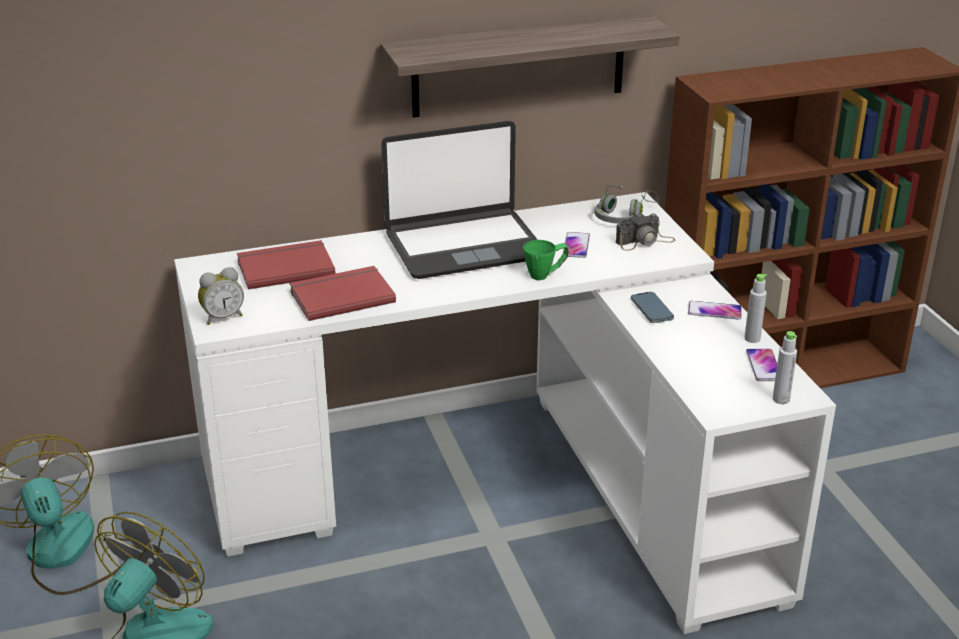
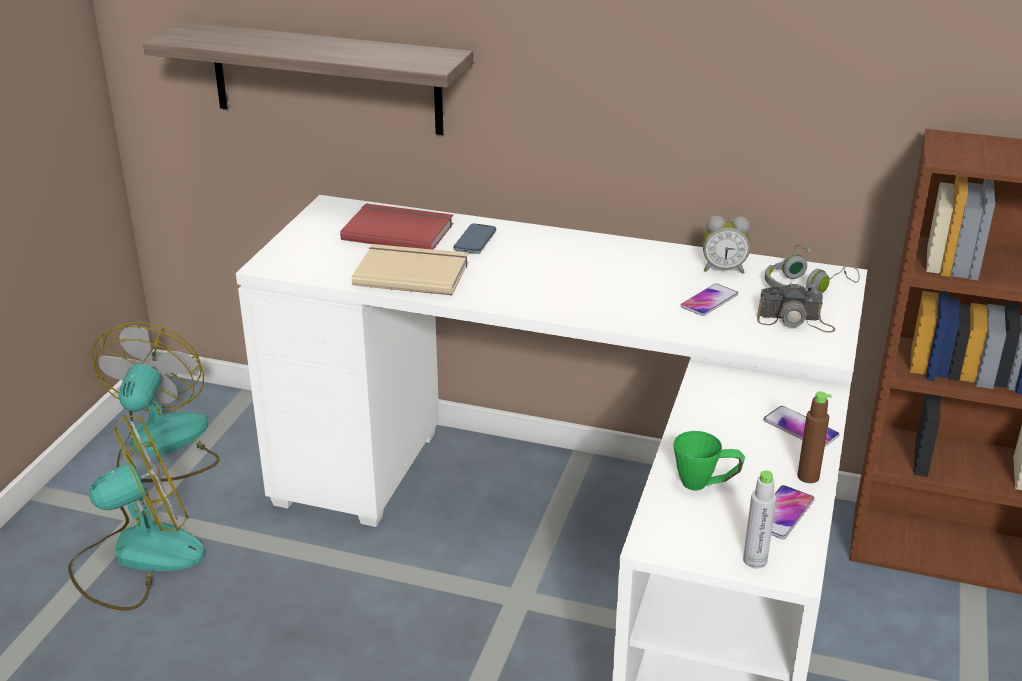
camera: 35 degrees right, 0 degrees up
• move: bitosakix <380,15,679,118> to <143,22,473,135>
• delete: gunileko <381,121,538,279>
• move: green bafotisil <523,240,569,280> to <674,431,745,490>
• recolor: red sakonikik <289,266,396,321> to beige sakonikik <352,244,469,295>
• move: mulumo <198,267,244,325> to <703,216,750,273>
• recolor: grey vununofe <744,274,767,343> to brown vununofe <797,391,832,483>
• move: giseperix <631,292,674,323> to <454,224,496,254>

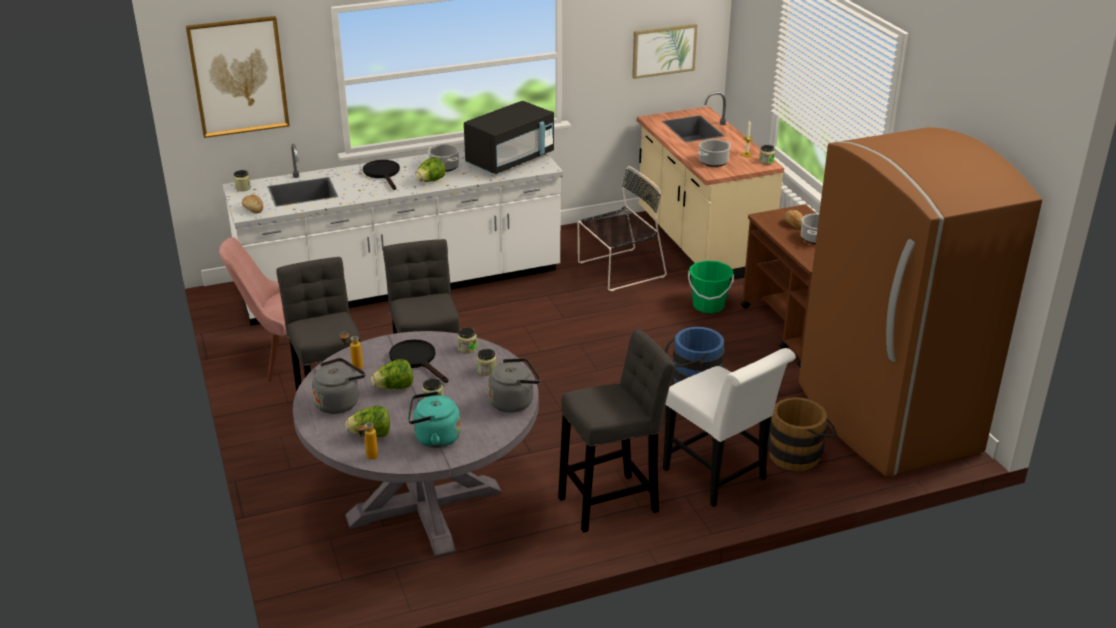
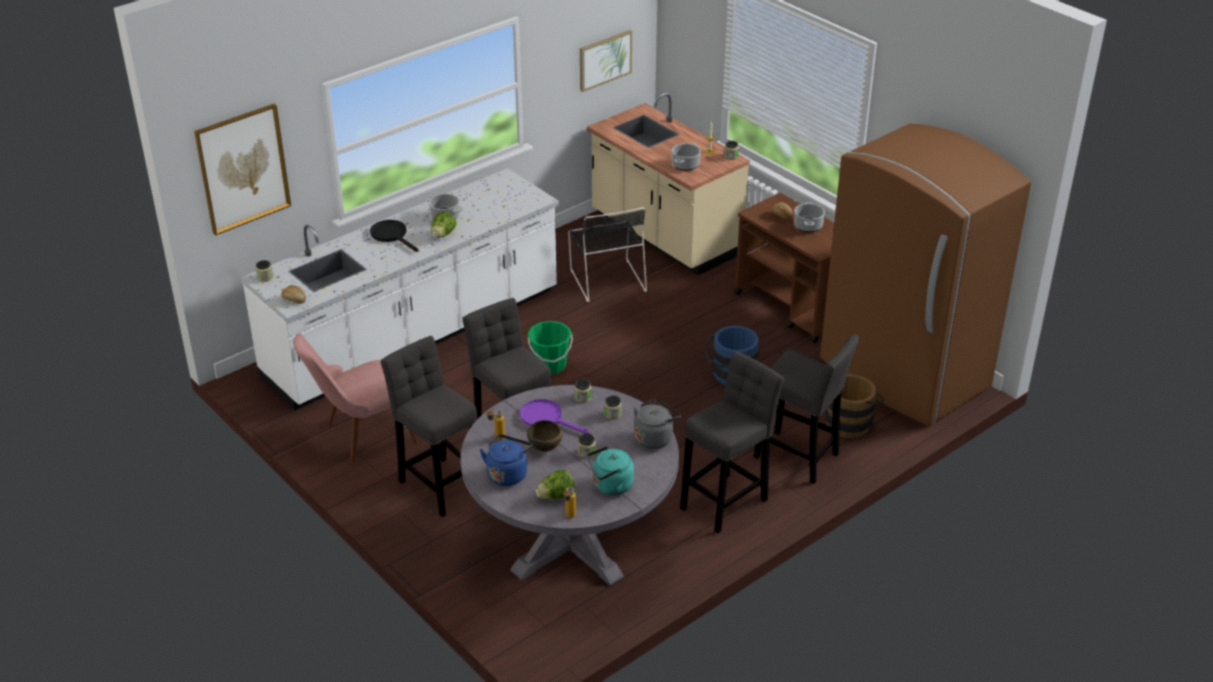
camera: 20 degrees left, 5 degrees up
• delete: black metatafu <464,101,554,174>
• rotate: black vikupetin <578,166,667,291> = <568,207,647,302> 120 degrees clockwise
• move: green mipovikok <688,260,734,313> to <528,321,573,374>
• recolor: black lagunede <389,339,448,383> to purple lagunede <520,399,589,434>
• replace: white vikupetin <663,348,796,507> to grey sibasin <754,334,860,484>
• recolor: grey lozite <312,358,365,414> to blue lozite <480,434,532,486>
• replace: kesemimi <371,359,413,389> to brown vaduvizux <527,420,562,452>

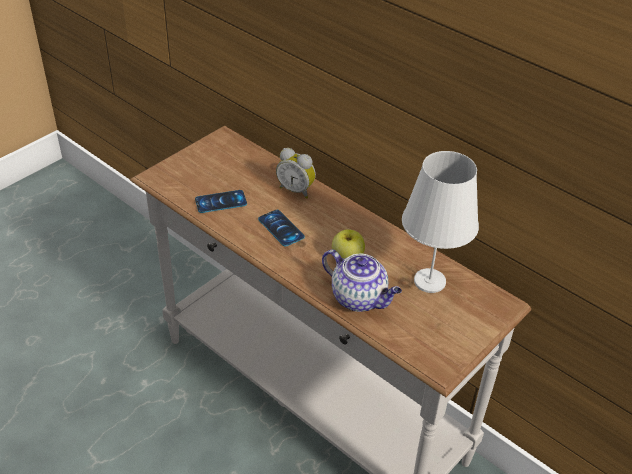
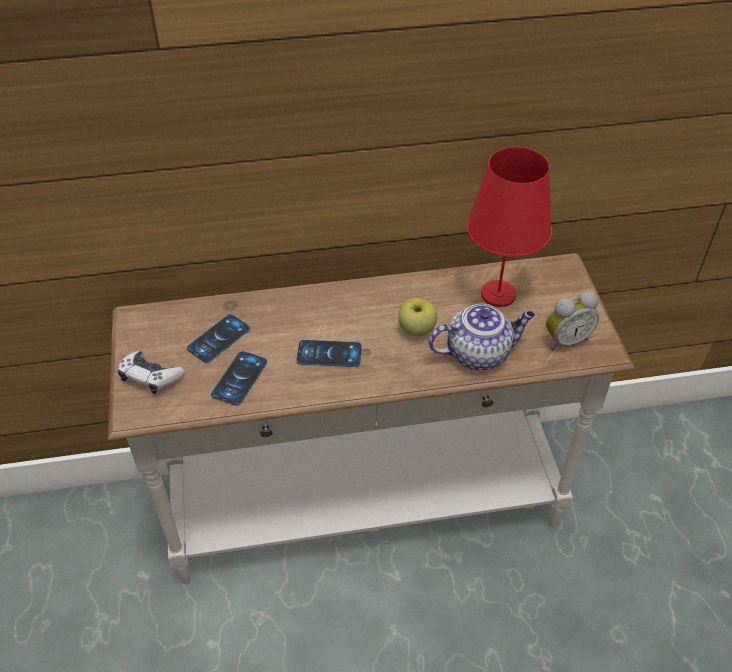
camera: 50 degrees left, 5 degrees up
• move: mulumo <276,148,316,199> to <546,291,599,351>
• recolor: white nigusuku <402,151,479,293> to red nigusuku <466,147,552,307>
• insert: giseperix <187,314,250,363>
• insert: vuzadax <118,351,185,394>

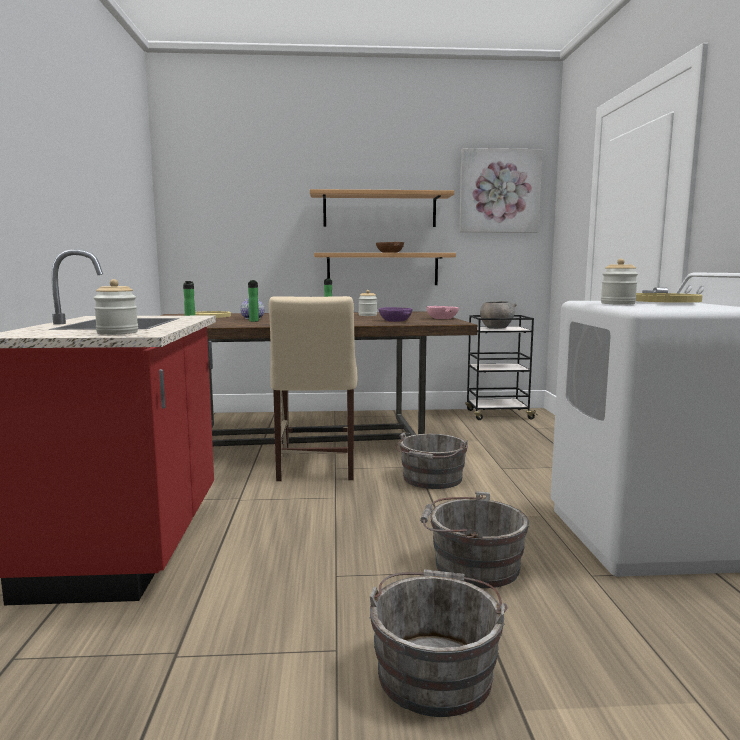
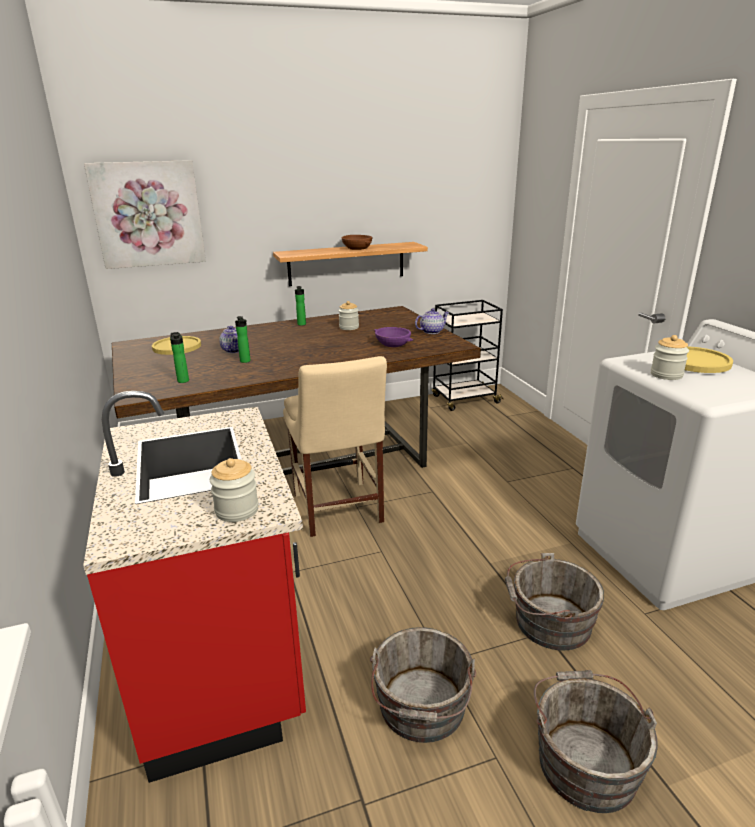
camera: 15 degrees left, 15 degrees up
• move: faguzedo <459,148,543,233> to <84,160,206,269>
• delete: bitosakix <310,189,454,227>
• delete: grey vaduvizux <480,301,517,329>
• replace: pink vaduvizux <426,306,459,319> to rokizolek <415,309,449,334>
• move: grey mipovikok <396,432,468,489> to <370,627,476,743>

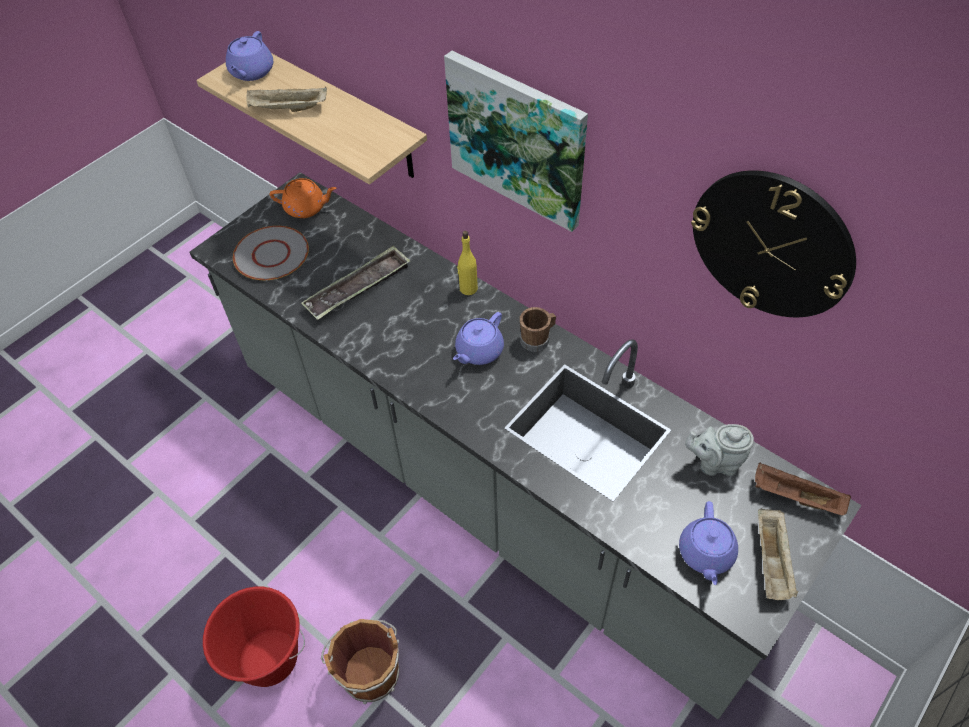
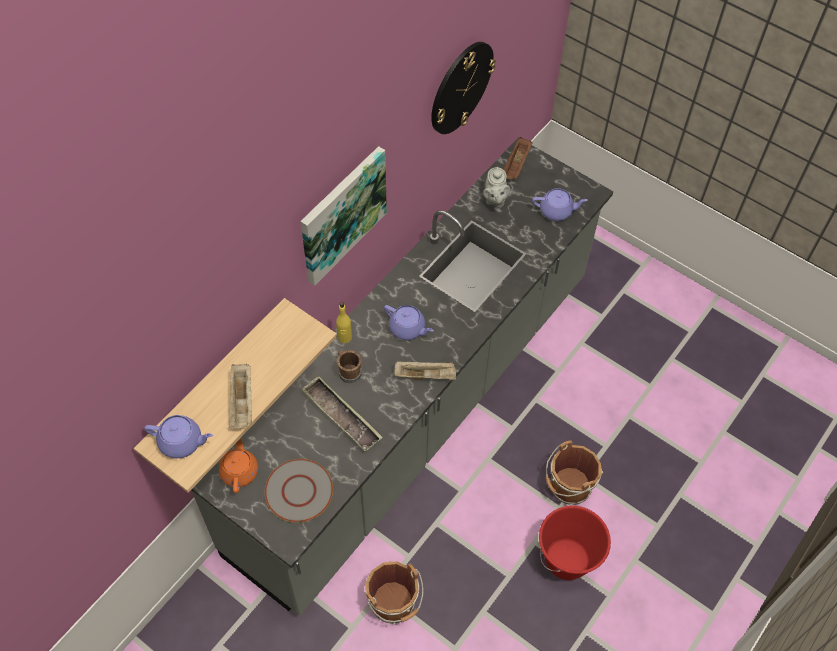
camera: 95 degrees left, 5 degrees up
• move: brown bafotisil <520,307,556,352> to <337,350,362,383>
• move: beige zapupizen <758,508,798,600> to <394,361,456,380>
• insert: brown mipovikok <365,561,423,625>

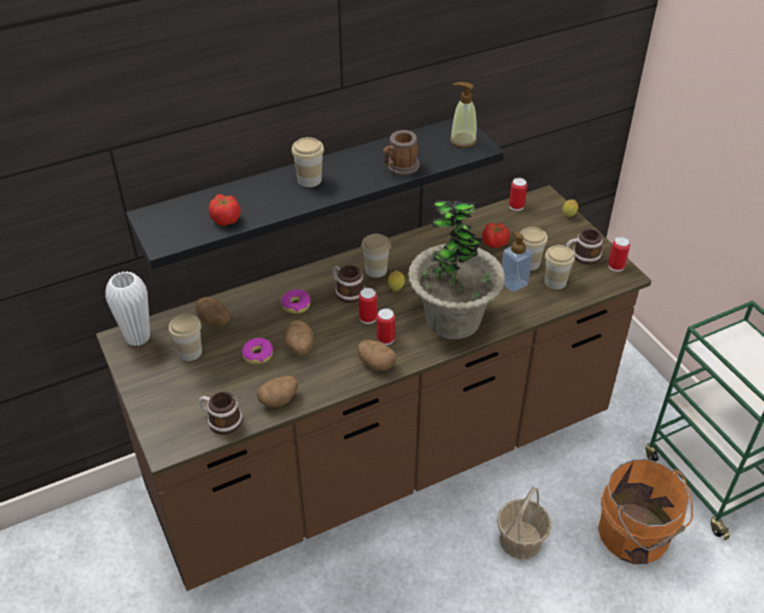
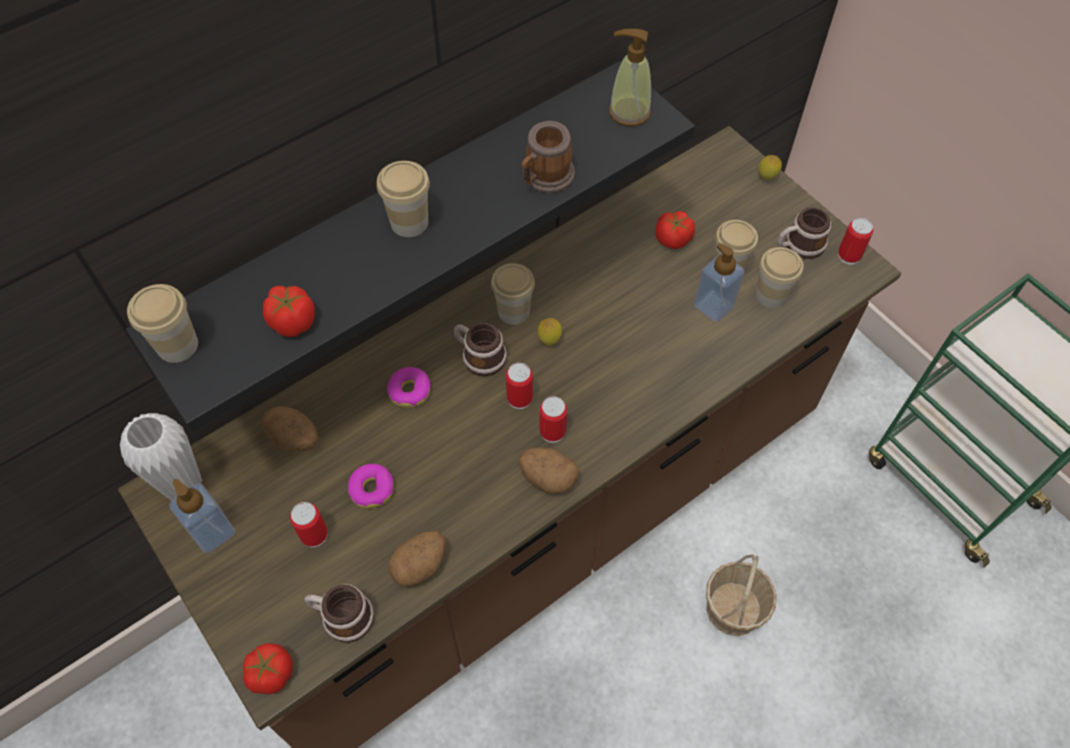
camera: 10 degrees left, 15 degrees up
• move: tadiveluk <509,178,527,211> to <290,502,328,547>
• delete: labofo <408,200,505,339>
• move: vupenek <169,314,202,361> to <127,284,198,363>
• delete: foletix <285,320,313,355>
• delete: orange mipovikok <598,459,693,564>
• insert: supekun <169,479,235,553>
• insert: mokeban <243,643,293,694>

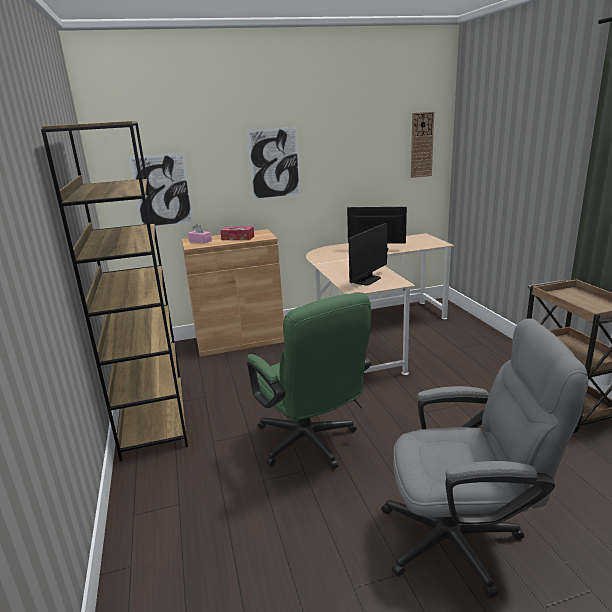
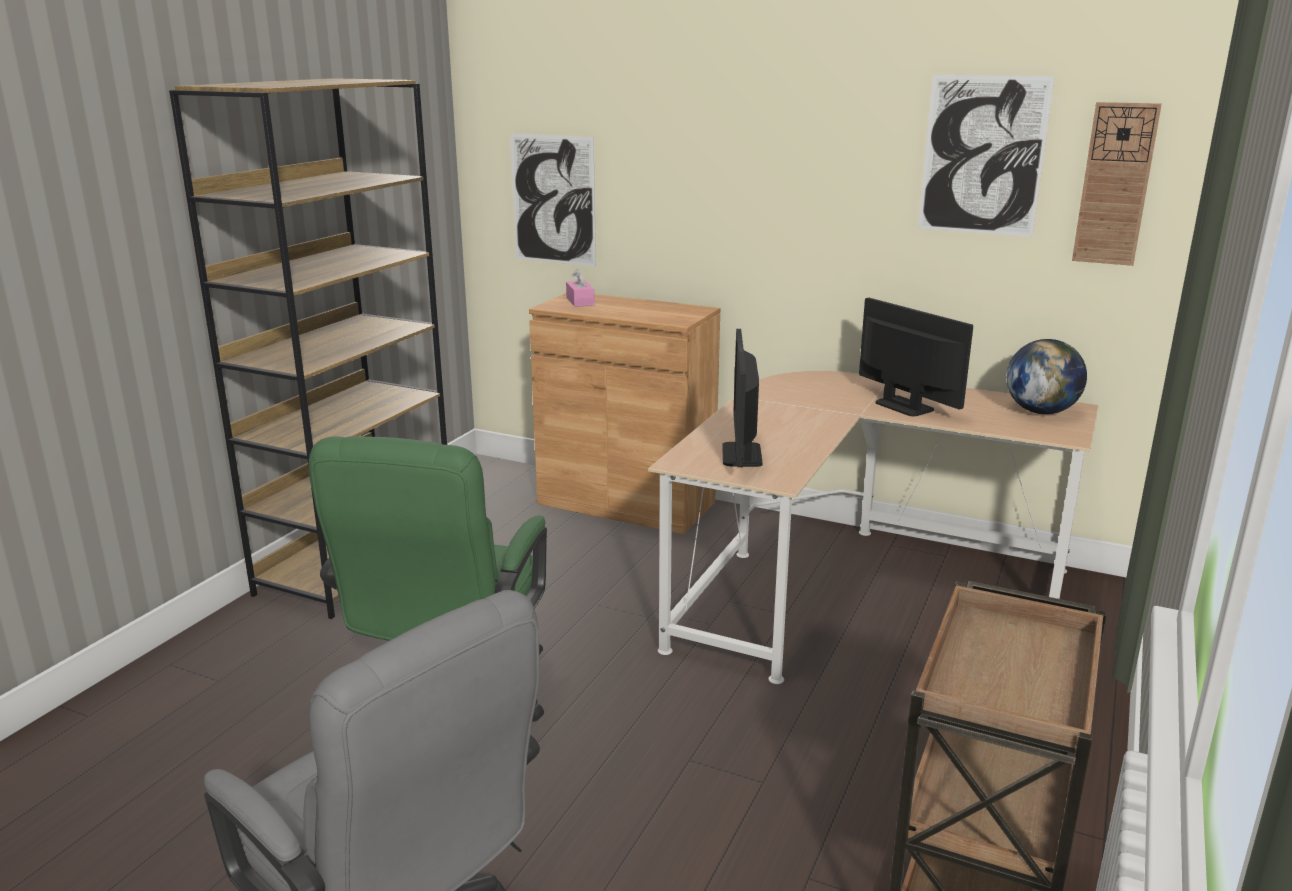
camera: 40 degrees right, 0 degrees up
• move: faguzedo <247,127,301,200> to <918,75,1055,237>
• rotate: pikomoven <349,223,387,286> = <722,329,763,467> 105 degrees clockwise
• delete: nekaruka <220,227,254,240>
• insert: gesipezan <1006,339,1087,414>

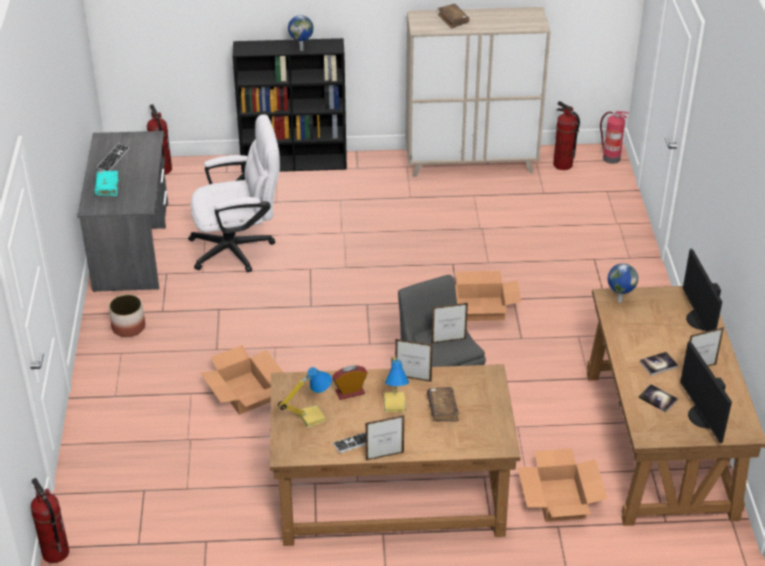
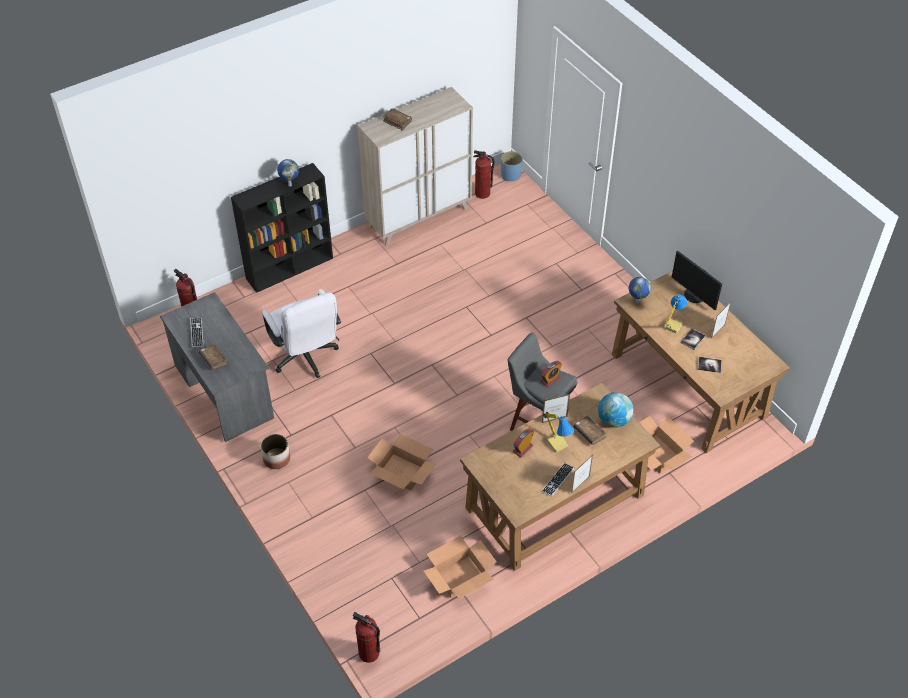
camera: 30 degrees left, 10 degrees up
• replace: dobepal <600,111,629,164> to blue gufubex <501,151,523,181>
• rotate: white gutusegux <188,114,280,272> = <263,289,341,378> 105 degrees clockwise
• recolor: turquoise sakonikik <94,171,119,196> to brown sakonikik <199,343,228,370>
• move: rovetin <455,271,521,321> to <424,536,497,599>
• replace: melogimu <431,303,468,344> to mulumo <540,361,562,387>
• delete: pikomoven <680,341,732,443>
• move: nigusuku <278,367,332,428> to <663,294,687,334>
• insert: gesipezan <598,392,634,427>

